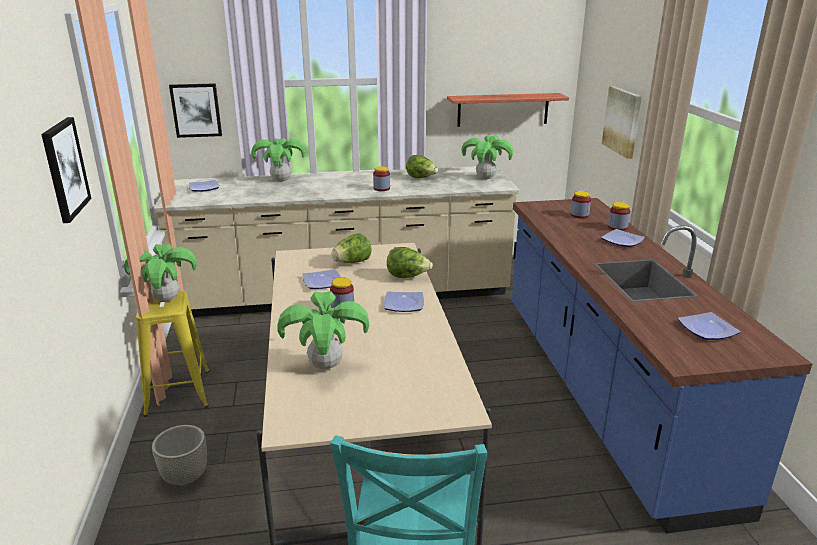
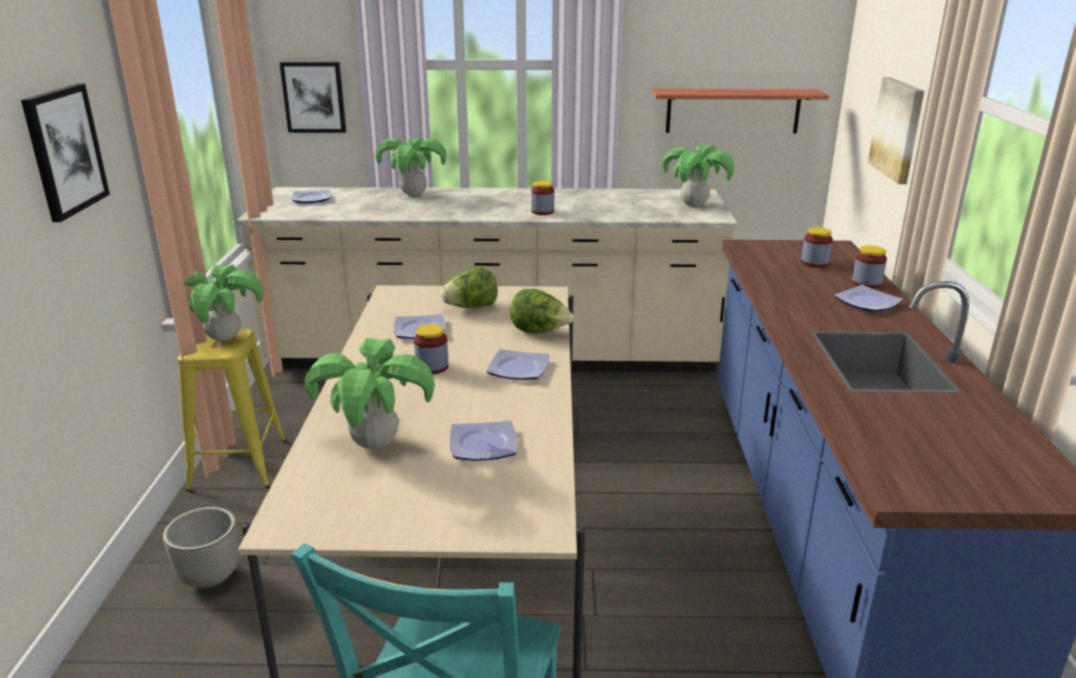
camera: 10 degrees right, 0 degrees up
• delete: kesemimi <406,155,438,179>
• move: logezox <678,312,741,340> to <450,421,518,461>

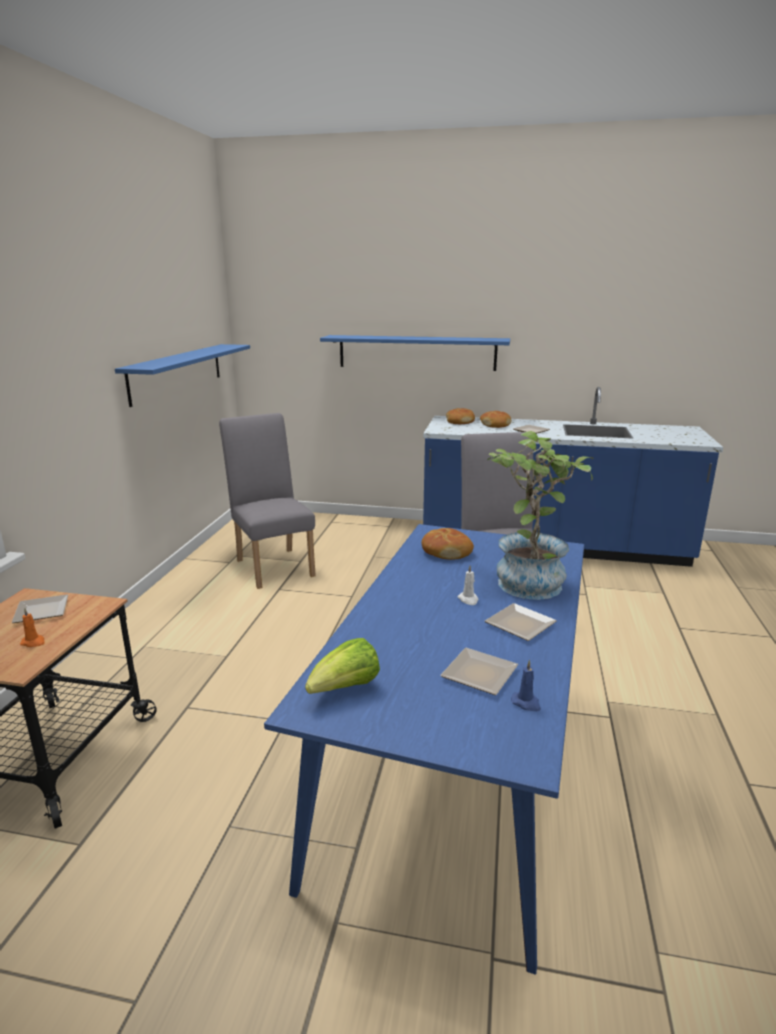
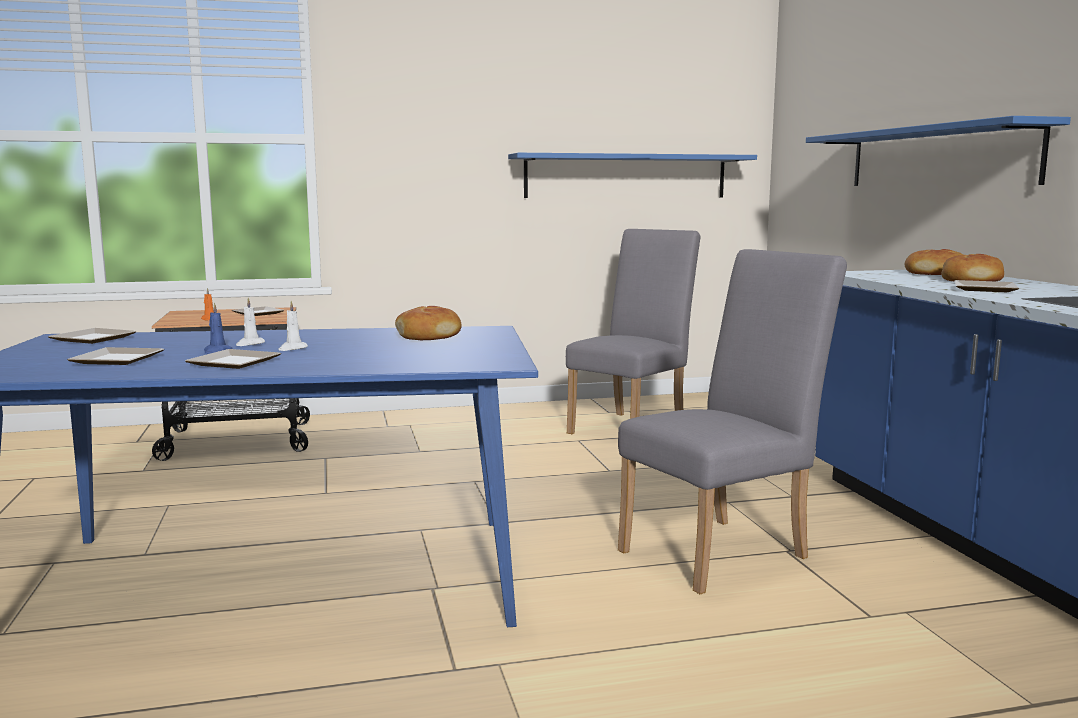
camera: 65 degrees right, 10 degrees down
• delete: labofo <487,431,593,600>
• replace: kesemimi <305,638,380,694> to logezox <48,328,137,344>
• move: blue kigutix <511,660,541,711> to <204,303,232,354>
• insert: white kigutix <236,298,265,346>

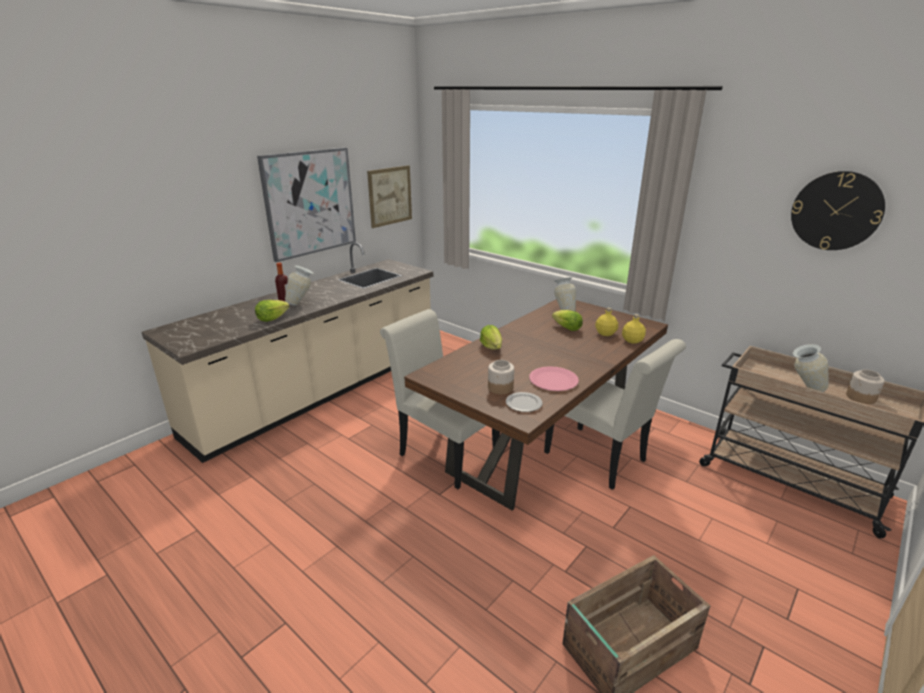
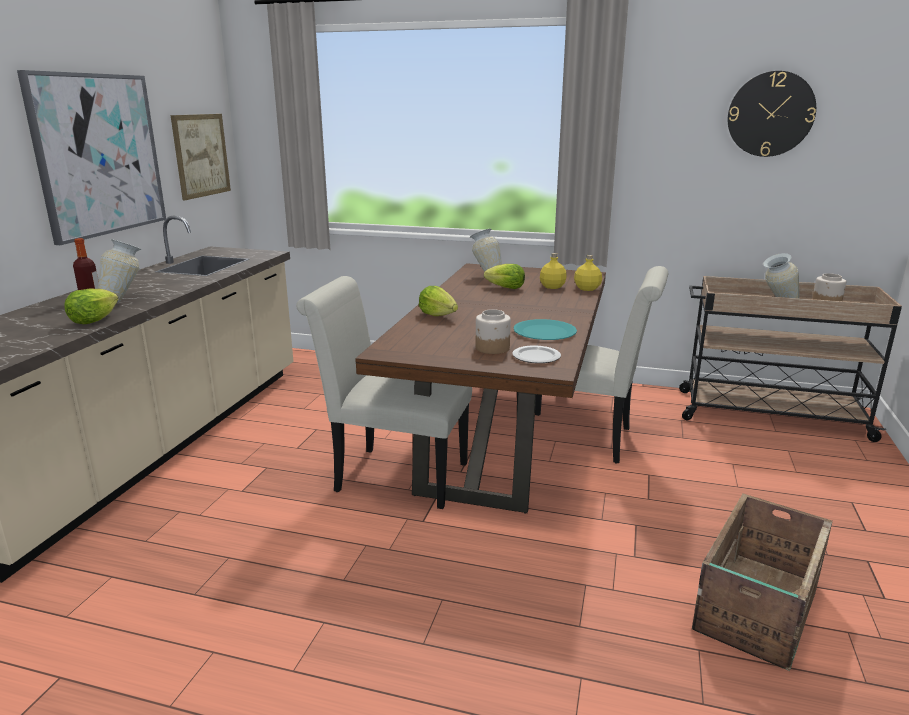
camera: 25 degrees left, 5 degrees down
• recolor: pink logezox <529,366,579,391> to turquoise logezox <513,319,577,340>

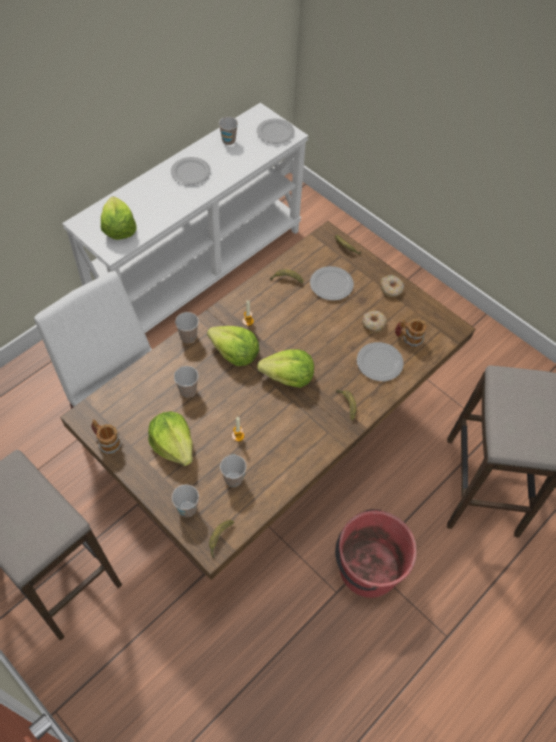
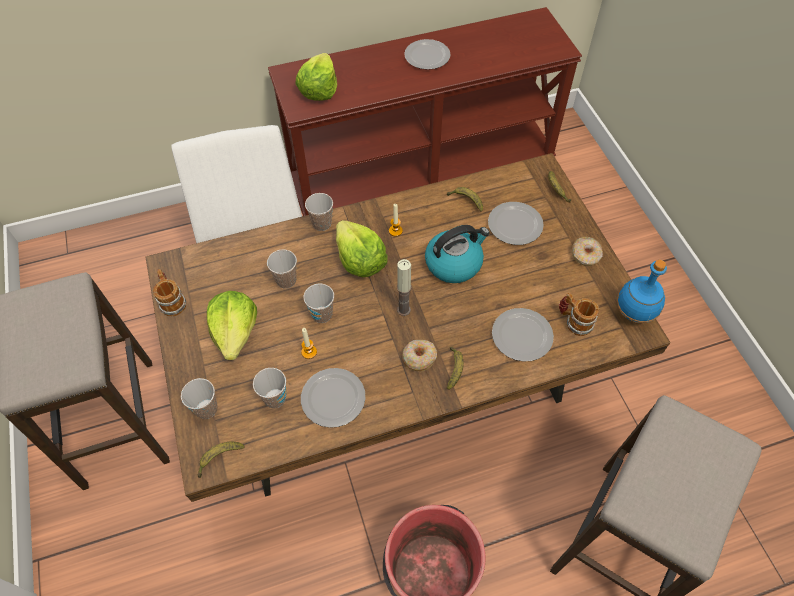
camera: 30 degrees right, 0 degrees up
• recolor: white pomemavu <62,103,308,333> to brown pomemavu <268,7,582,216>
• move: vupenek <219,117,238,145> to <303,284,334,323>
• move: logezox <257,118,294,144> to <301,368,365,428>
• move: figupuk <362,311,387,334> to <402,340,437,371>
• replace: kesemimi <257,349,314,388> to kigutix <397,259,411,316>
• insert: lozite <425,225,490,283>
• insert: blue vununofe <617,260,667,323>

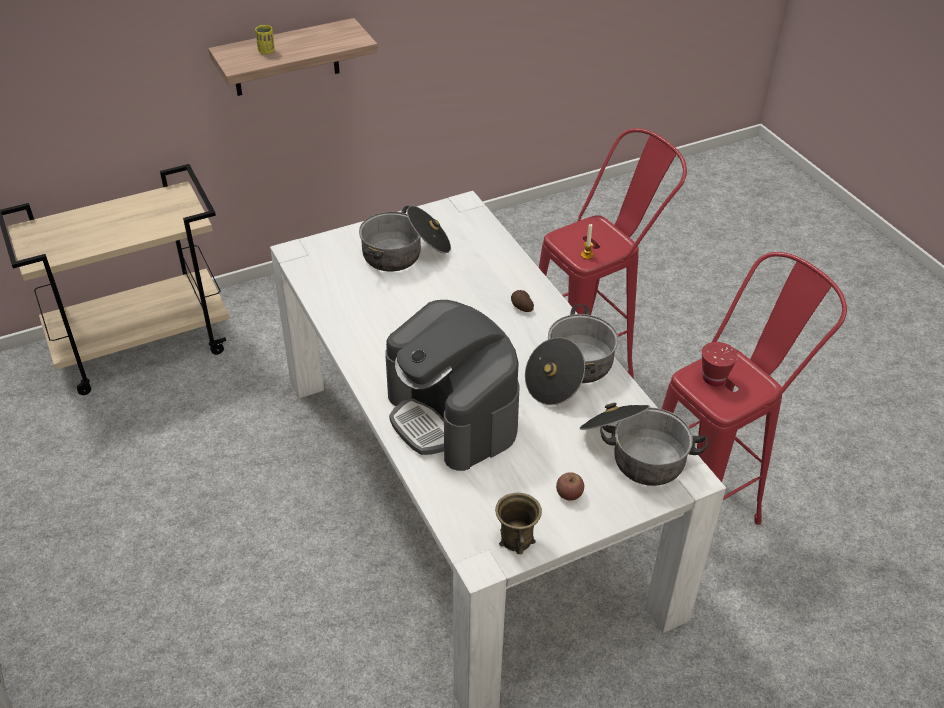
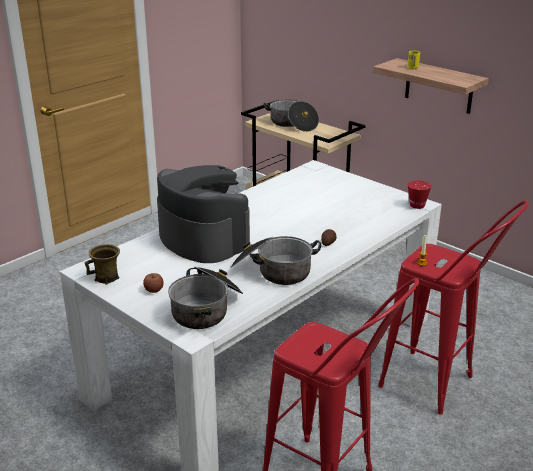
camera: 70 degrees right, 15 degrees down
• move: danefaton <359,206,451,271> to <263,100,319,132>
• rotate: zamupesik <385,300,520,471> = <157,165,250,263> 105 degrees clockwise
• move: red vupenek <702,342,738,386> to <408,180,431,209>

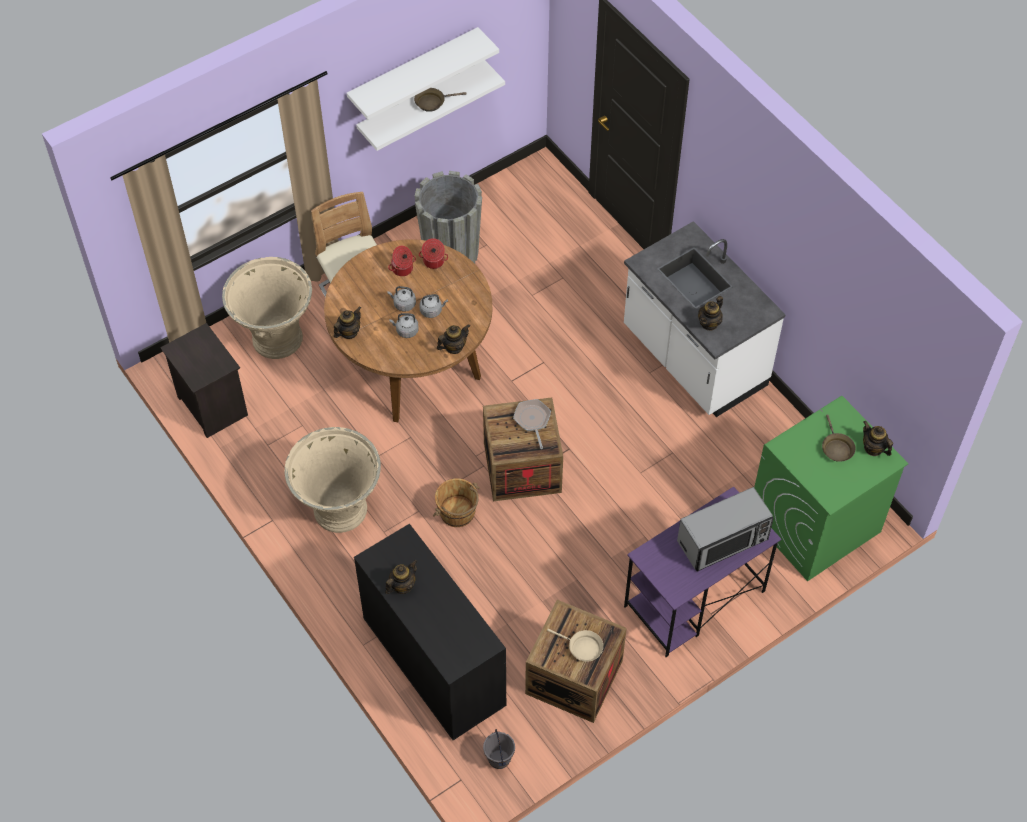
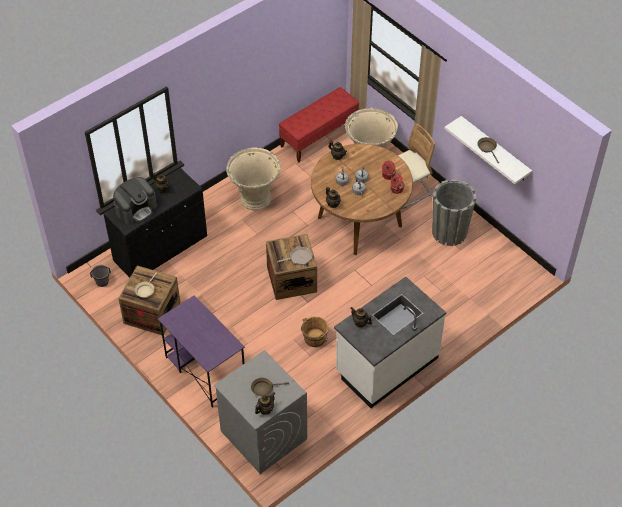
camera: 85 degrees right, 5 degrees down
• delete: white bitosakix <347,27,499,120>
• replace: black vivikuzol <160,323,248,438> to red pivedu <279,87,359,163>
• recolor: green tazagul <754,396,909,581> to grey tazagul <214,350,307,474>
• move: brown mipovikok <433,478,480,527> to <301,316,329,347>
• delete: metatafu <677,487,774,572>
• insert: zamupesik <113,177,157,225>

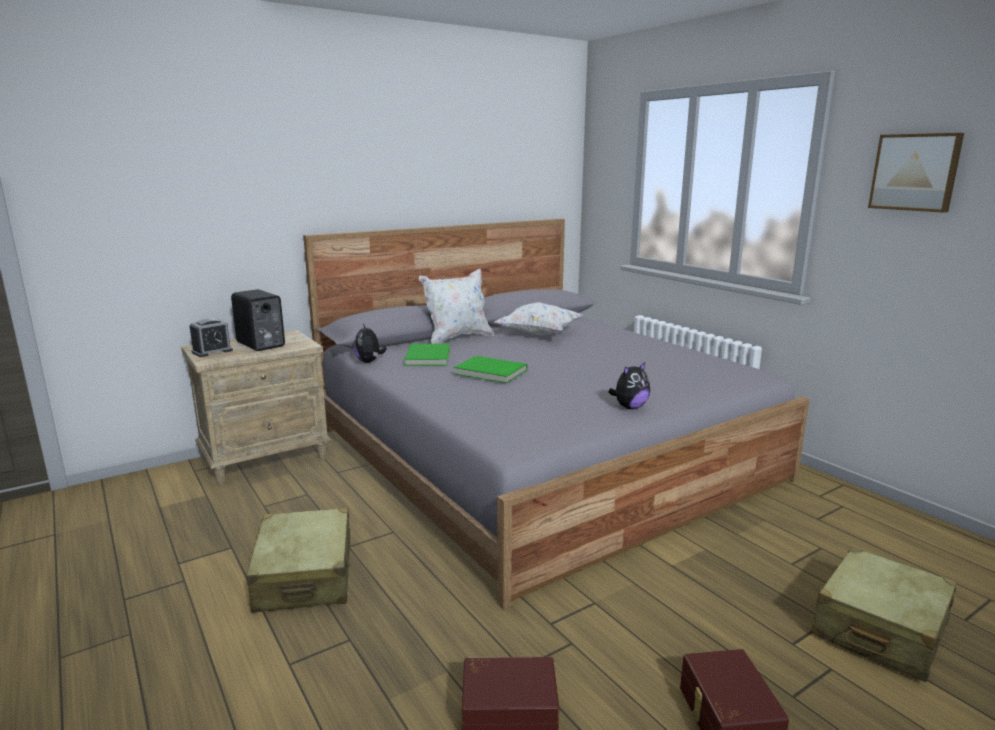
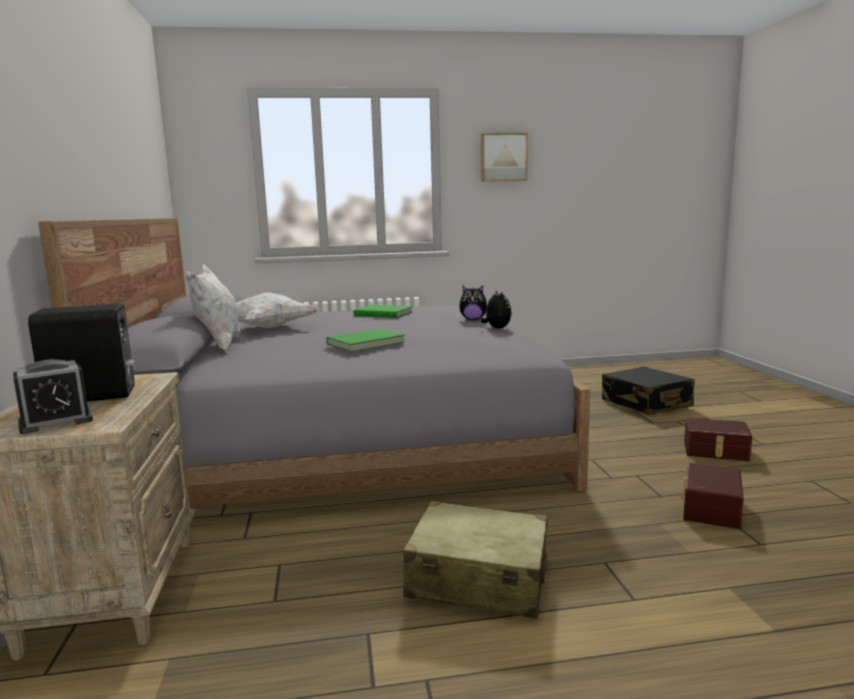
camera: 65 degrees left, 5 degrees down
• rotate: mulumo <189,318,233,357> = <13,359,93,434> 75 degrees clockwise
• move: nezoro <354,323,386,363> to <459,286,487,320>
• move: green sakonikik <404,344,450,366> to <354,305,412,318>
• recolor: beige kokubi <812,547,957,682> to black kokubi <602,367,695,415>

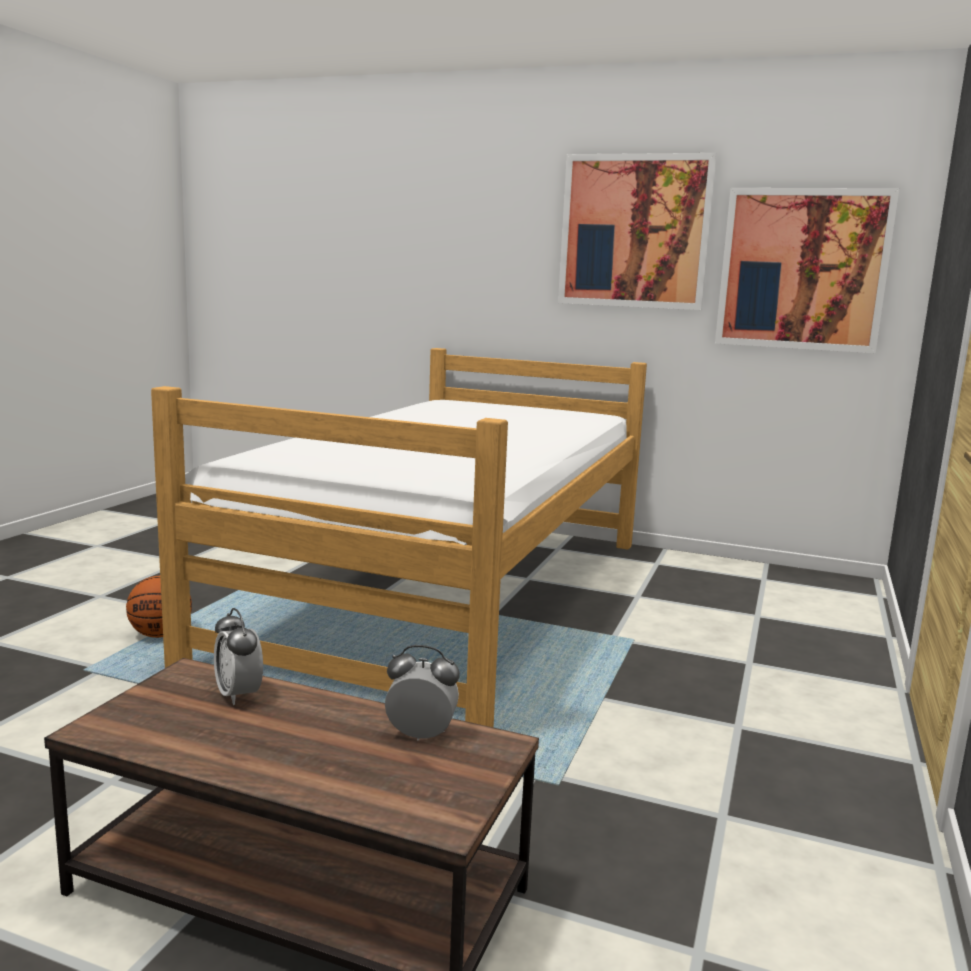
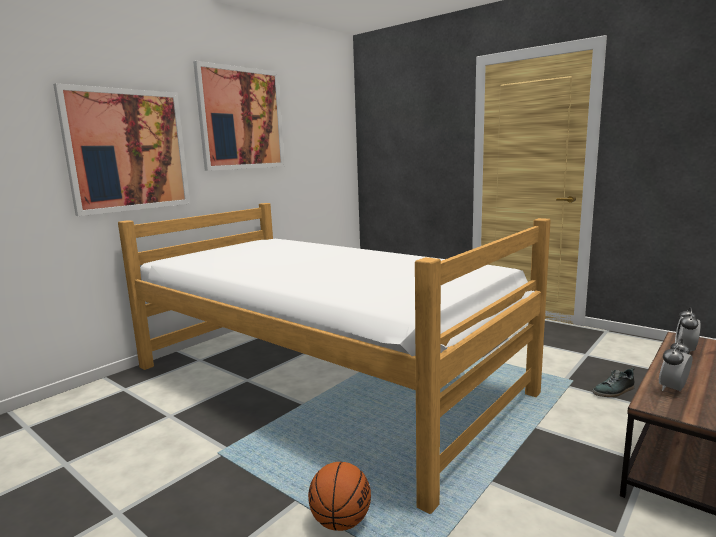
camera: 70 degrees left, 0 degrees up
• move: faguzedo <715,188,899,353> to <53,83,190,216>
• rotate: mulumo <214,608,263,705> = <659,339,692,391> 150 degrees clockwise
• insert: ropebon <592,367,635,397>

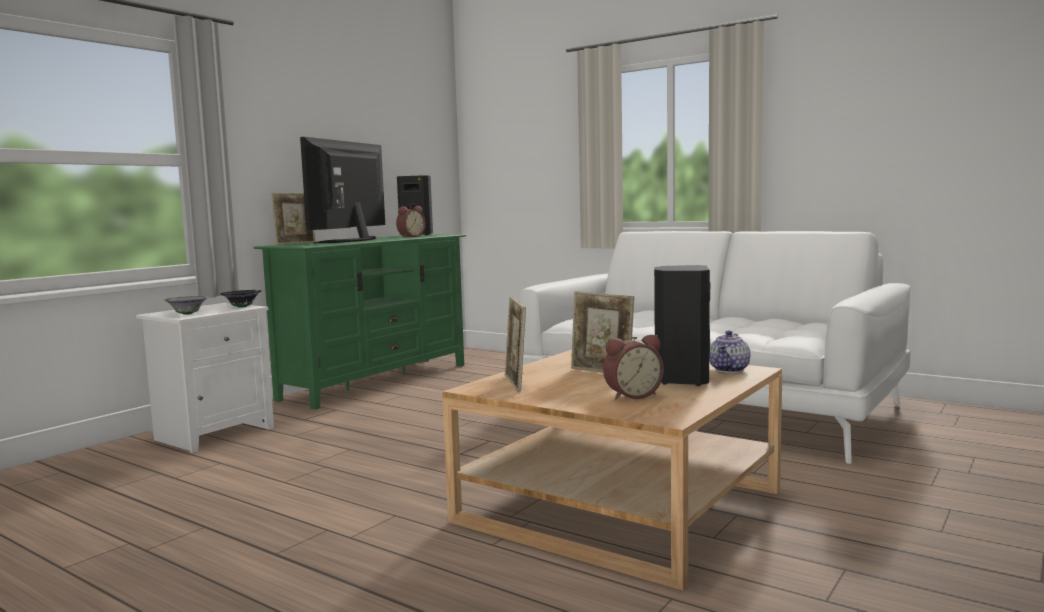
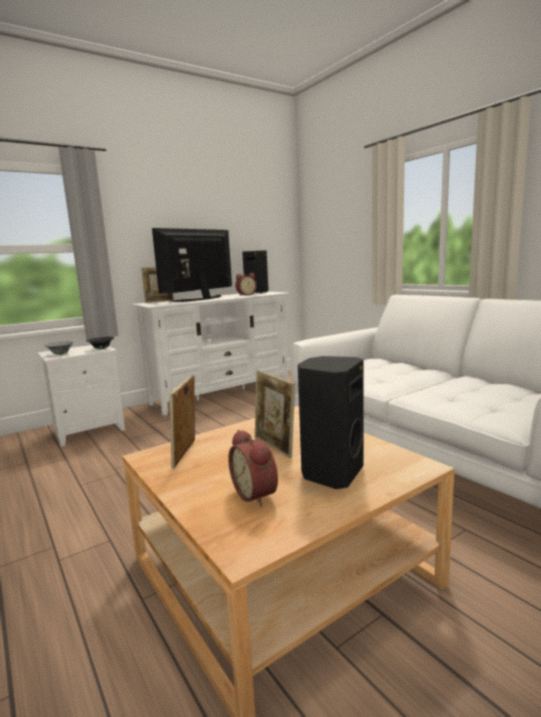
camera: 20 degrees right, 5 degrees up
• recolor: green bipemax <254,234,466,410> to white bipemax <132,292,289,416>
• delete: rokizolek <709,330,750,373>
• rotate: mulumo <603,335,664,400> = <228,430,278,507> 60 degrees clockwise

